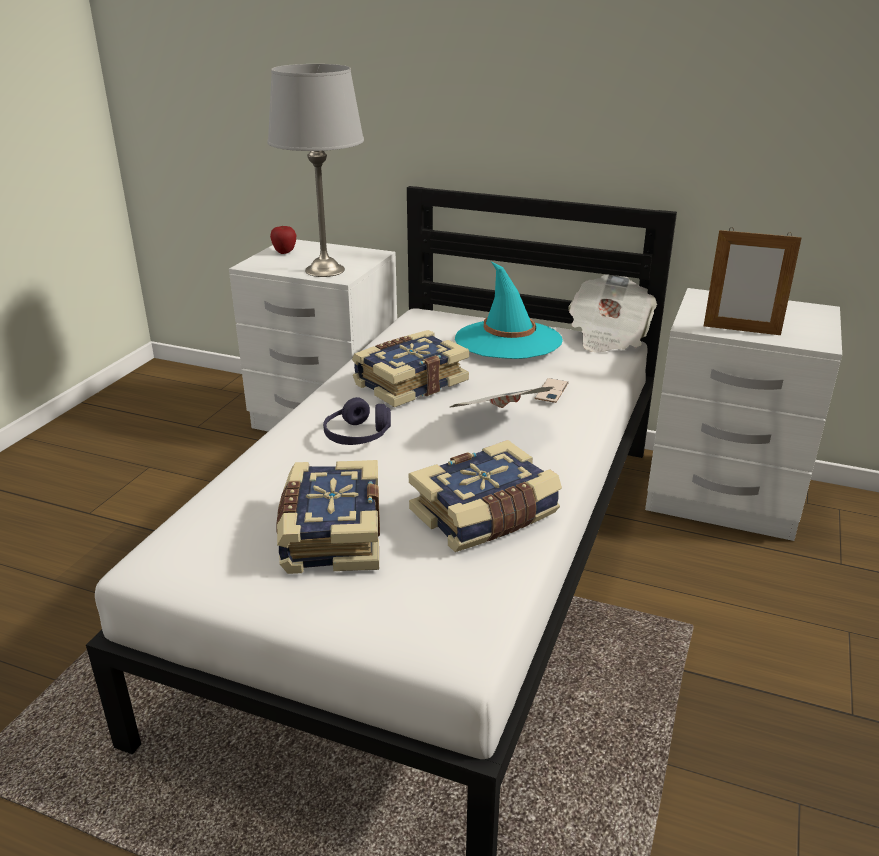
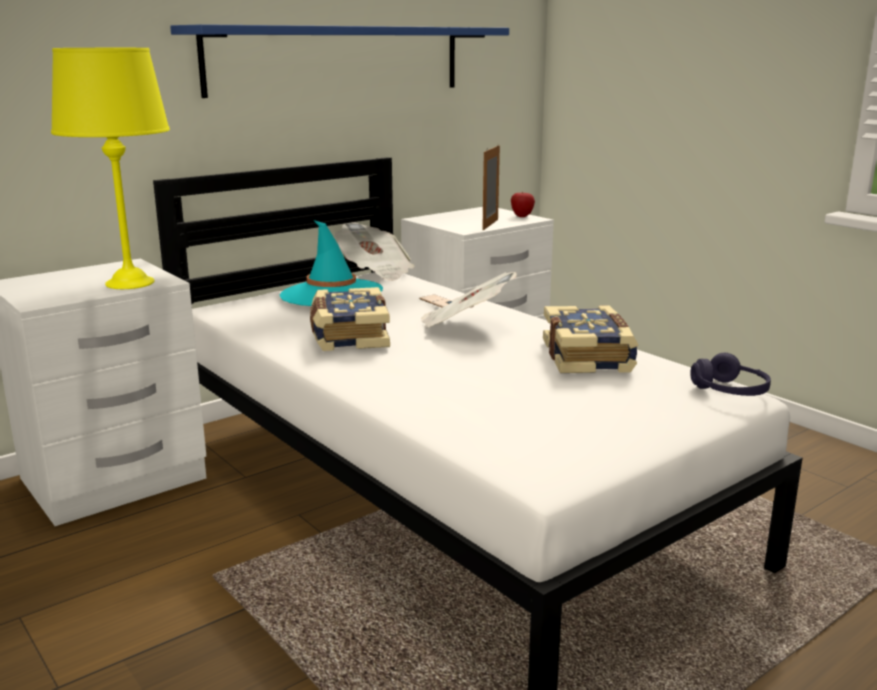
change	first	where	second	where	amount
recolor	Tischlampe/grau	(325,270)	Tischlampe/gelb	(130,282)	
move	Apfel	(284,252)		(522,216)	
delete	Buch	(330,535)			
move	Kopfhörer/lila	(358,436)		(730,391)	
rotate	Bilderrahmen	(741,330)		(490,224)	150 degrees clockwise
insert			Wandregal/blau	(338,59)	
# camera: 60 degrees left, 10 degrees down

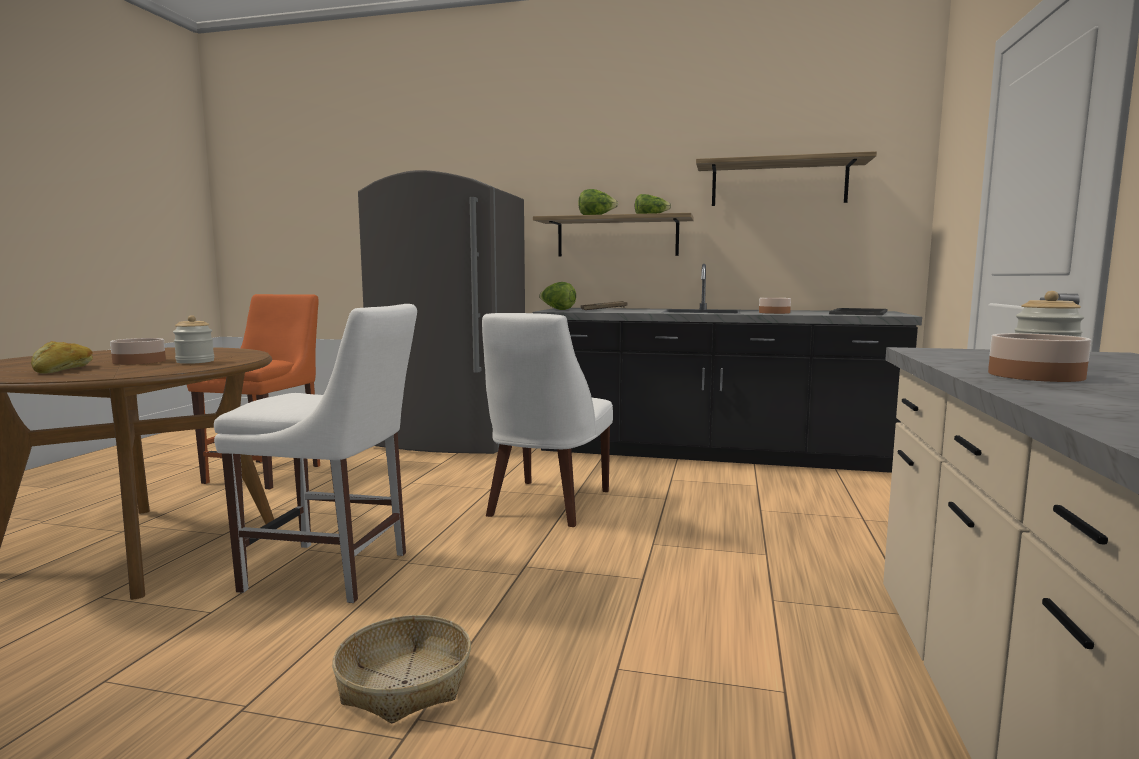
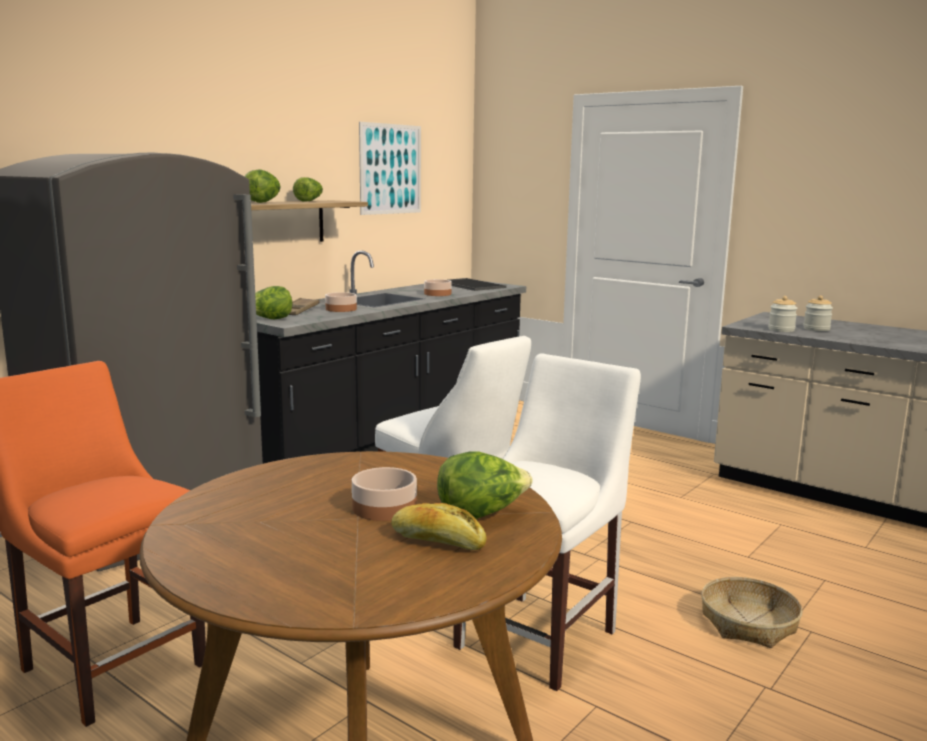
change	first	where	second	where	amount
move	Vorratsglas	(195,361)		(781,330)	
replace	Wandregal	(778,184)	Bild	(390,169)	
move	Schüssel	(1033,375)		(340,309)	
insert			Salatkopf	(481,514)	
# camera: 65 degrees left, 5 degrees up

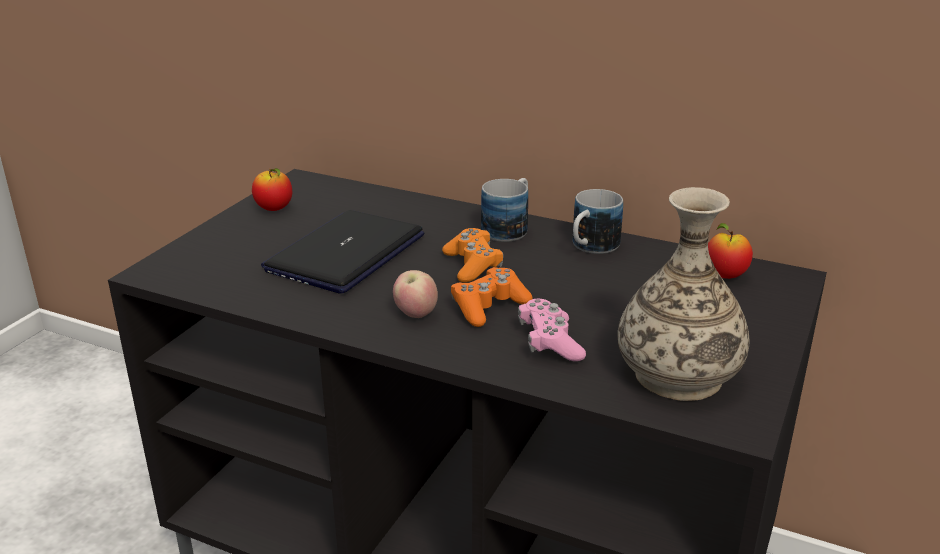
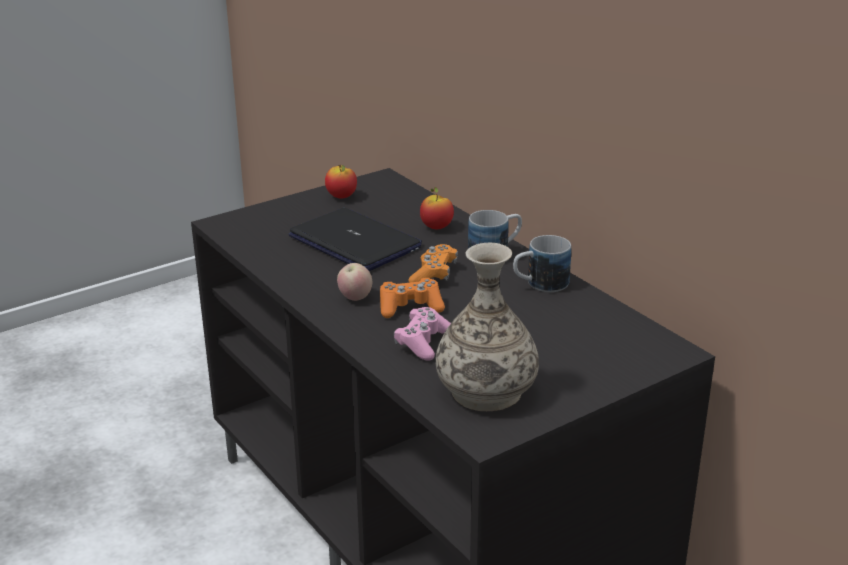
change	first	where	second	where	amount
rotate	Laptop	(346,253)		(355,242)	75 degrees clockwise
move	Apfel	(725,275)		(436,227)	
# camera: 30 degrees right, 0 degrees up

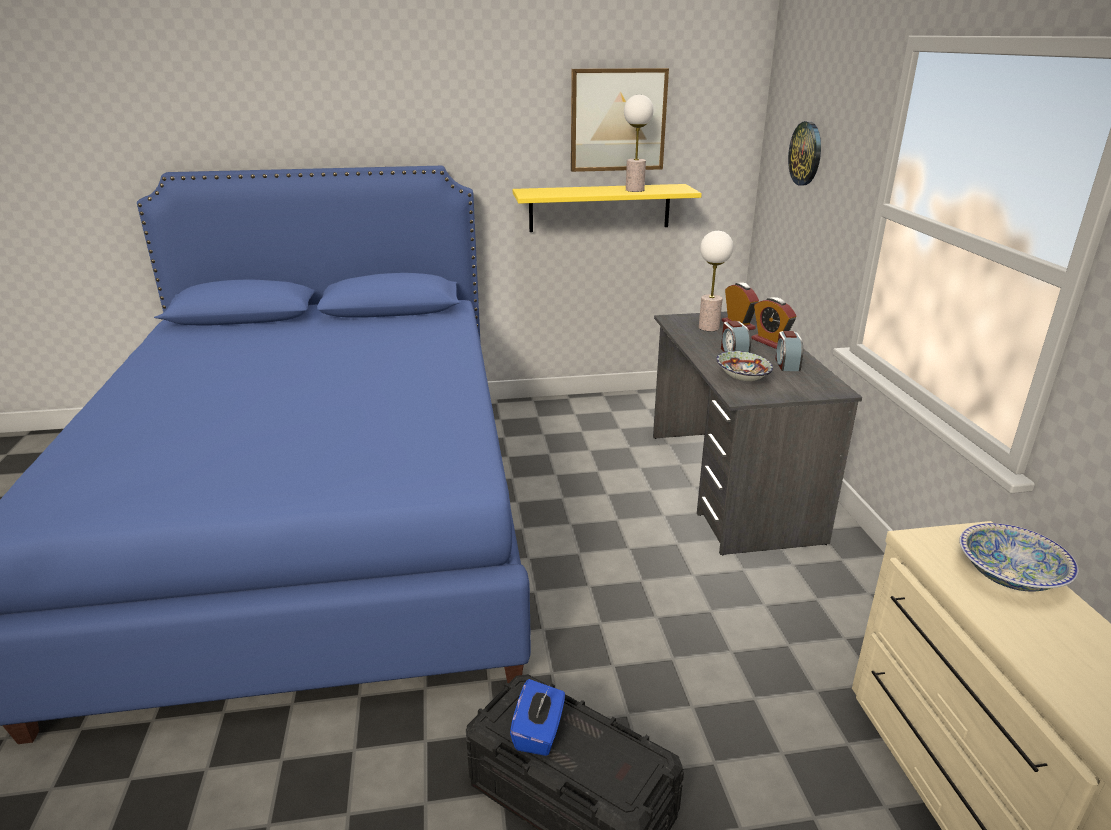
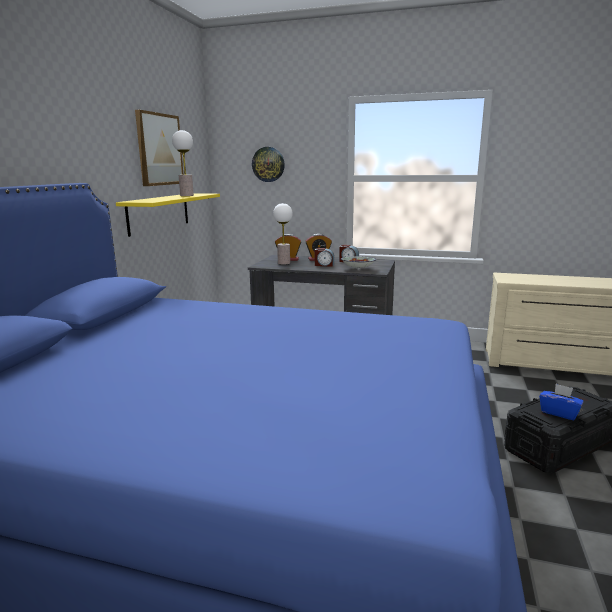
change	first	where	second	where	amount
delete	Schüssel	(1009,575)			
# camera: 65 degrees left, 10 degrees down

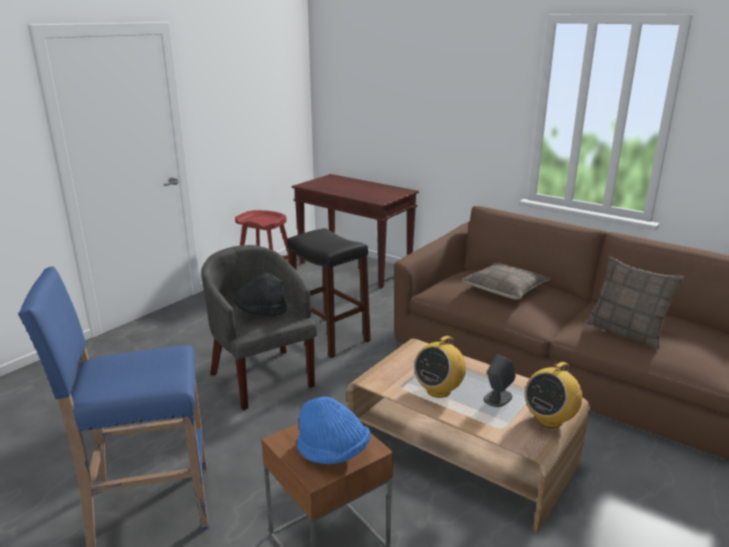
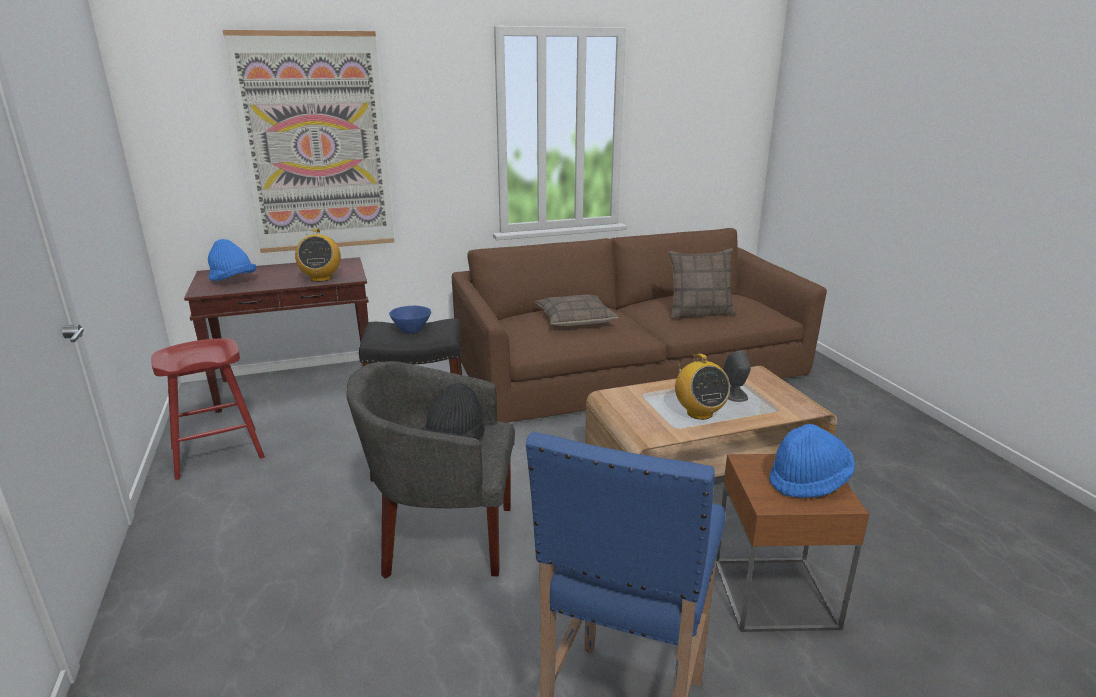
change	first	where	second	where	amount
move	Radio	(549,419)		(321,278)	
insert			Hut/blau	(233,281)	
insert			Bild	(316,145)	
insert			Schüssel/blau	(413,330)	
# camera: 55 degrees left, 0 degrees up

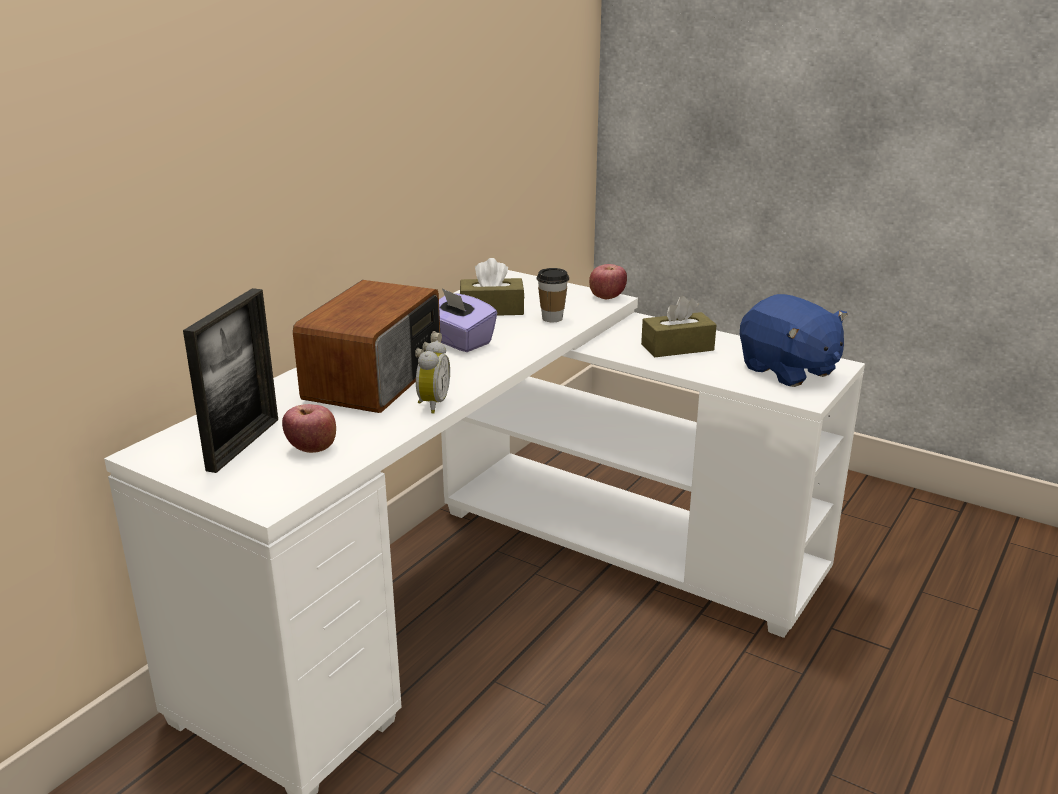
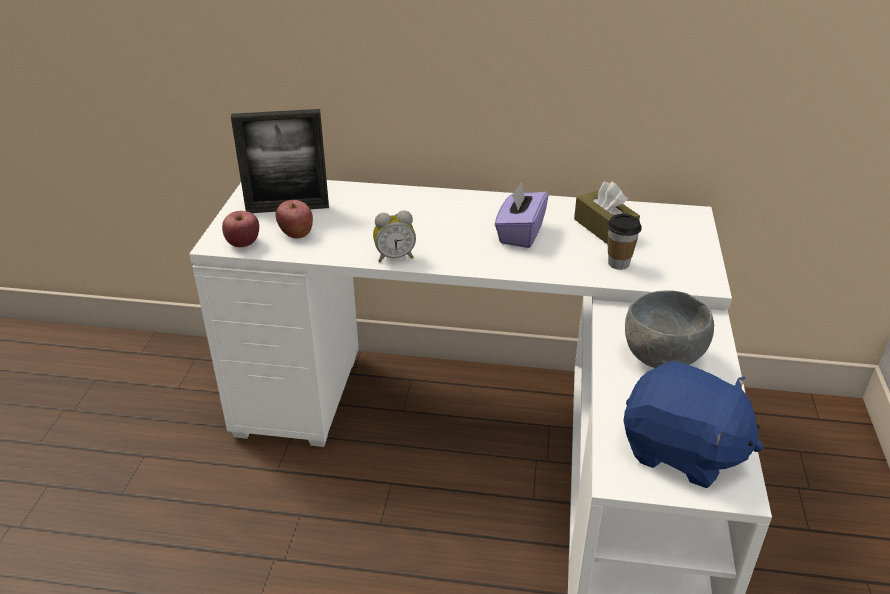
change	first	where	second	where	amount
delete	Radio	(377,379)			
move	Apfel	(607,297)		(243,243)	
replace	Taschentuchbox/braun	(677,347)	Schüssel/grau	(663,359)	
rotate	Plüschtier/blau	(788,370)		(681,451)	90 degrees counterclockwise
# camera: 65 degrees right, 10 degrees up

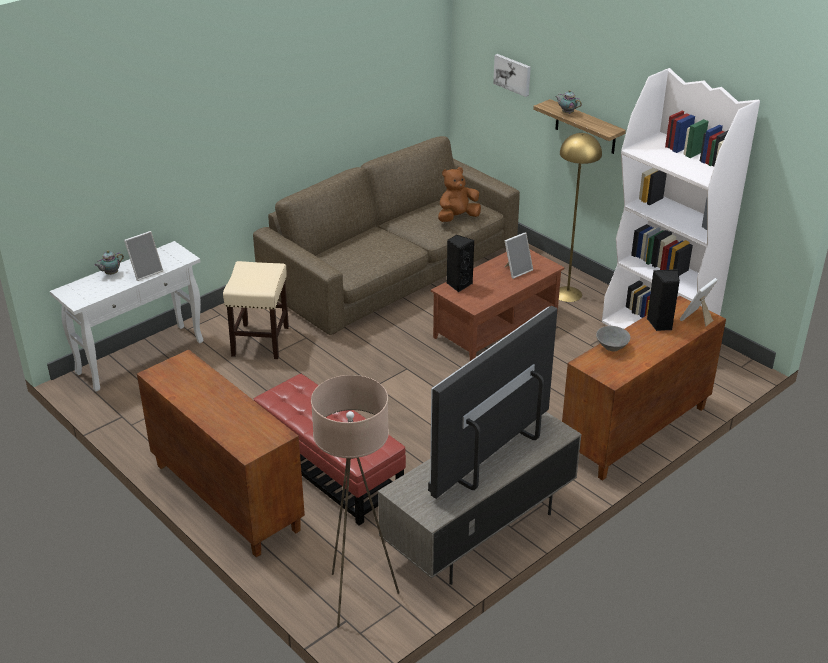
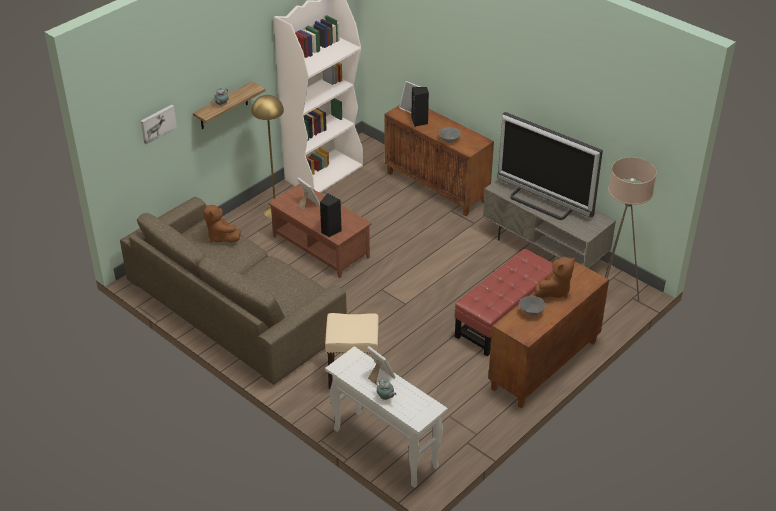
change	first	where	second	where	amount
insert			Schüssel/grau	(531,312)	
insert			Plüschtier/braun	(554,291)	
# camera: 95 degrees left, 5 degrees up

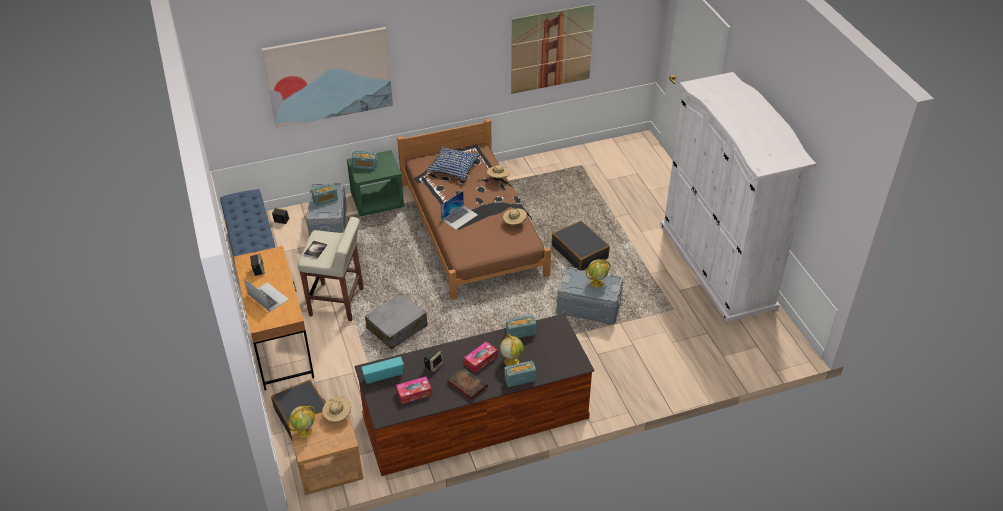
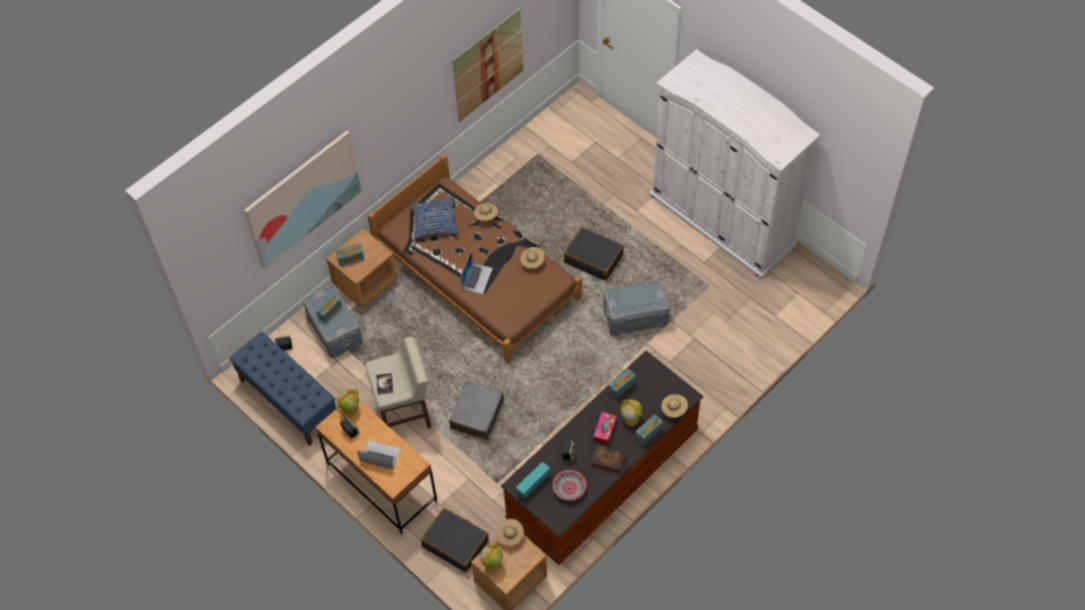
change	first	where	second	where	amount
recolor	Nachttisch/grün	(377,201)	Nachttisch/braun	(365,282)	
replace	Taschentuchbox	(414,393)	Schüssel	(569,488)	
move	Globus	(597,282)		(350,409)	
insert			Hut/beige	(674,410)	
# camera: 25 degrees left, 15 degrees up

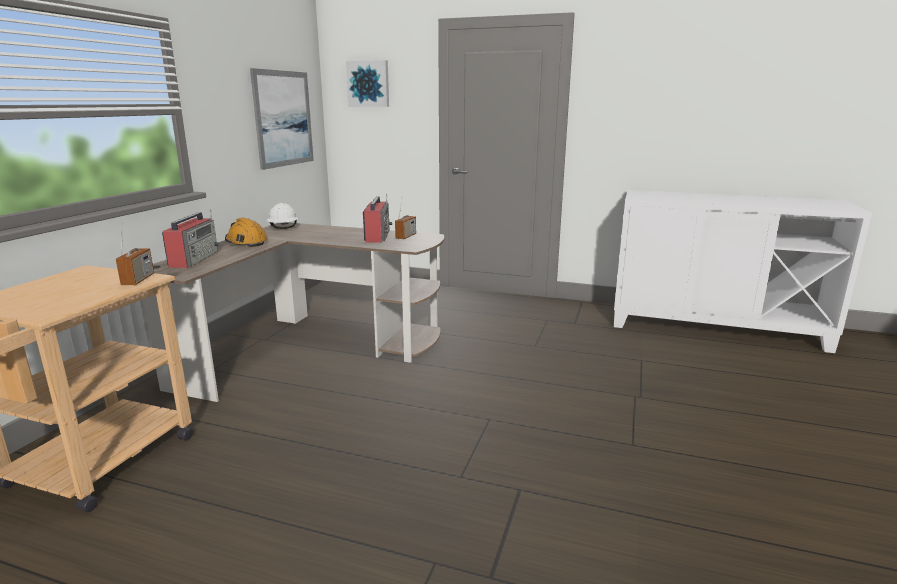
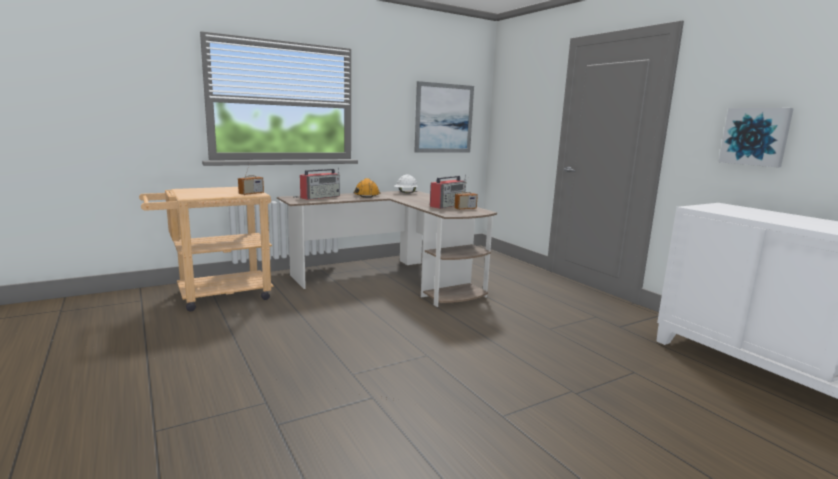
change	first	where	second	where	amount
move	Bild	(368,84)		(755,136)	
# camera: 40 degrees right, 5 degrees down

